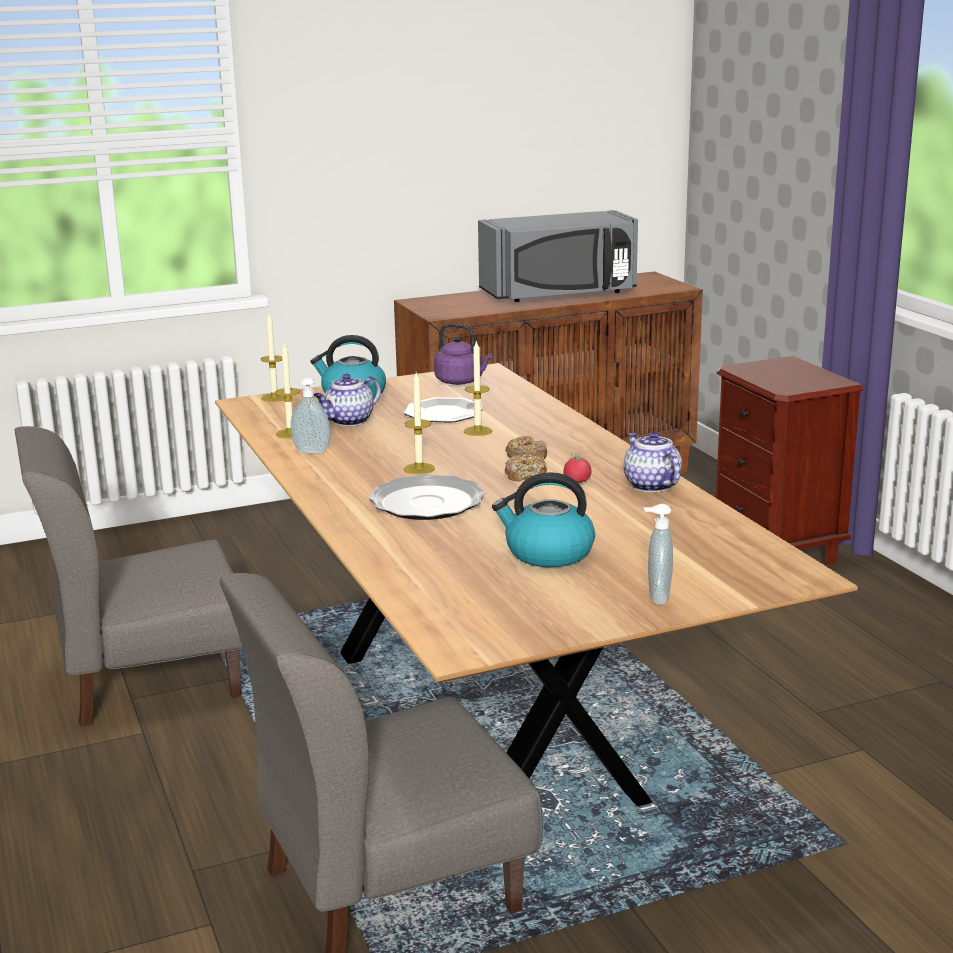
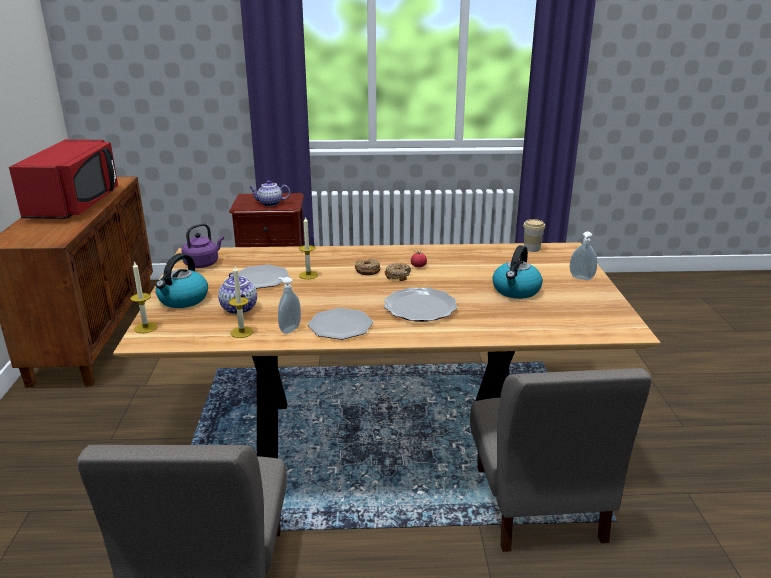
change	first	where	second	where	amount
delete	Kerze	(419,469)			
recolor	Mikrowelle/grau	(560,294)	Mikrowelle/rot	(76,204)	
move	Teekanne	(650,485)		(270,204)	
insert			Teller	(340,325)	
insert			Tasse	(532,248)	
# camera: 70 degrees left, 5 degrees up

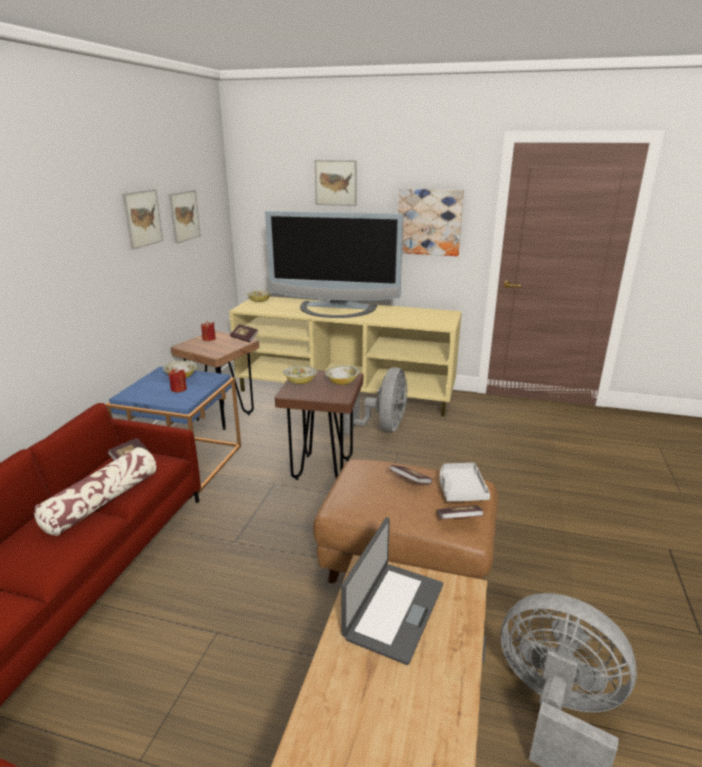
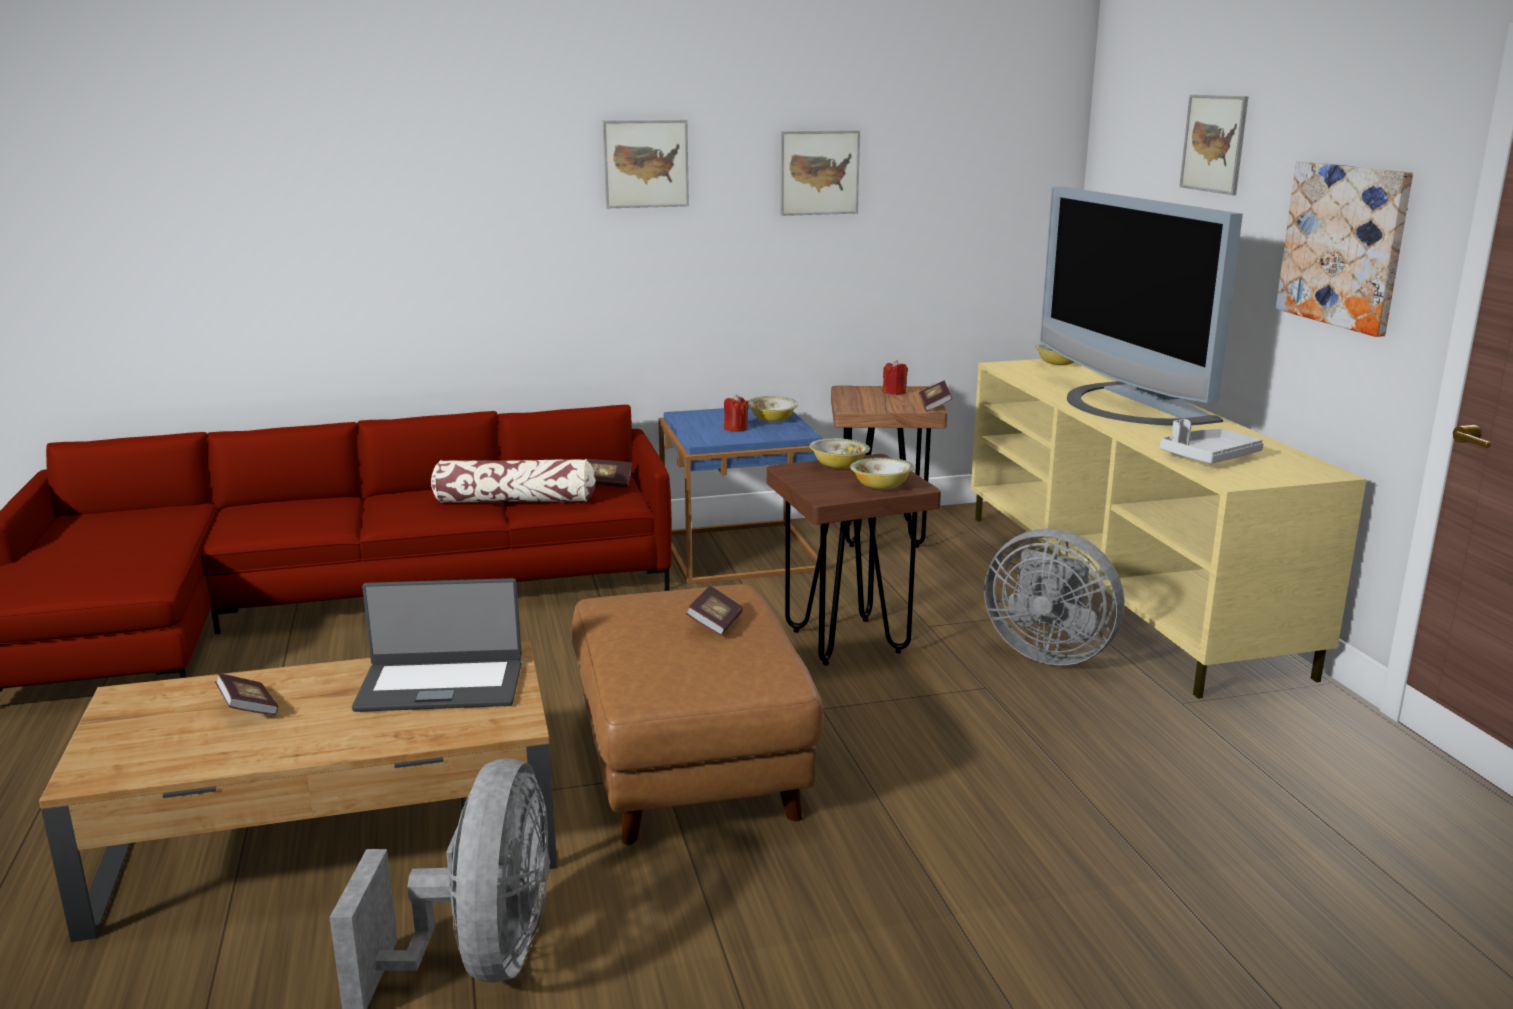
change	first	where	second	where	amount
move	Bild	(184,216)		(646,164)	
rotate	Ventilator/grau	(383,428)		(1048,652)	45 degrees clockwise
move	Buch	(459,520)		(248,709)	
move	Tablett/grau	(460,489)		(1209,457)	
# camera: 60 degrees right, 5 degrees down

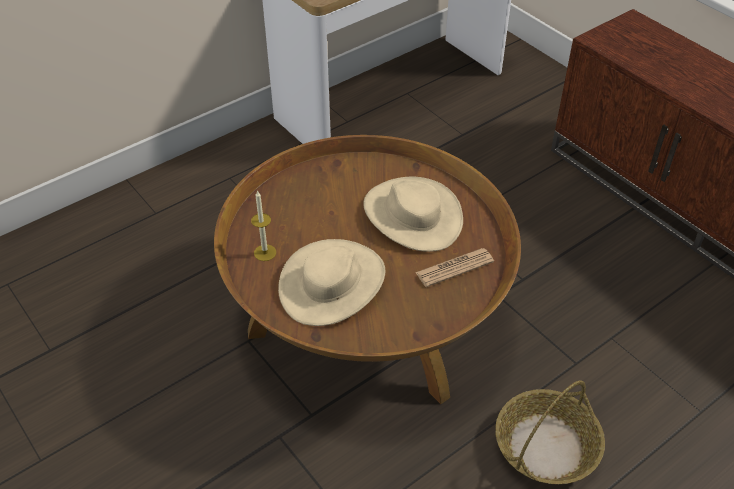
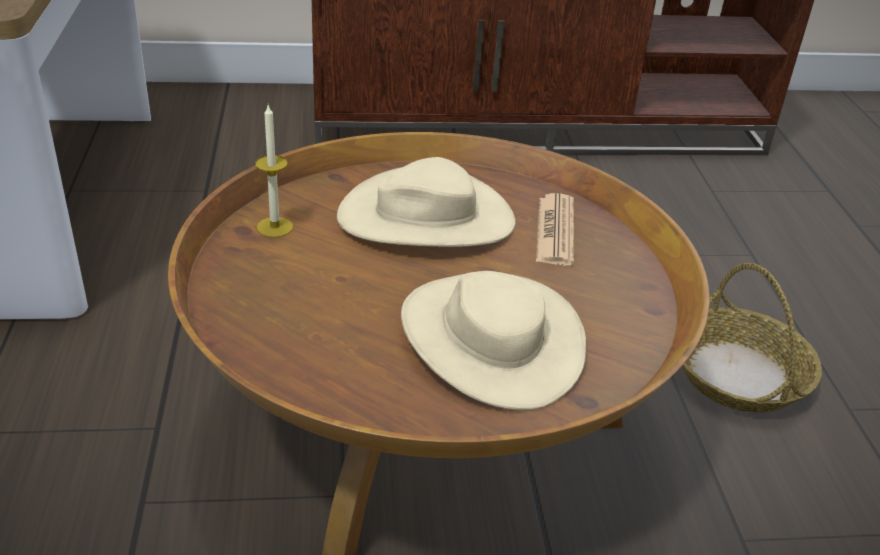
change	first	where	second	where	amount
move	Kerze	(265,252)		(275,227)	
# camera: 60 degrees left, 10 degrees down

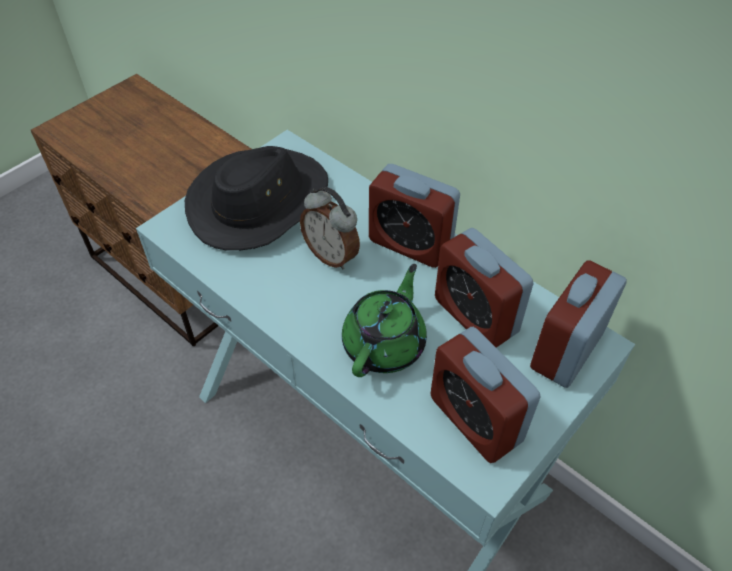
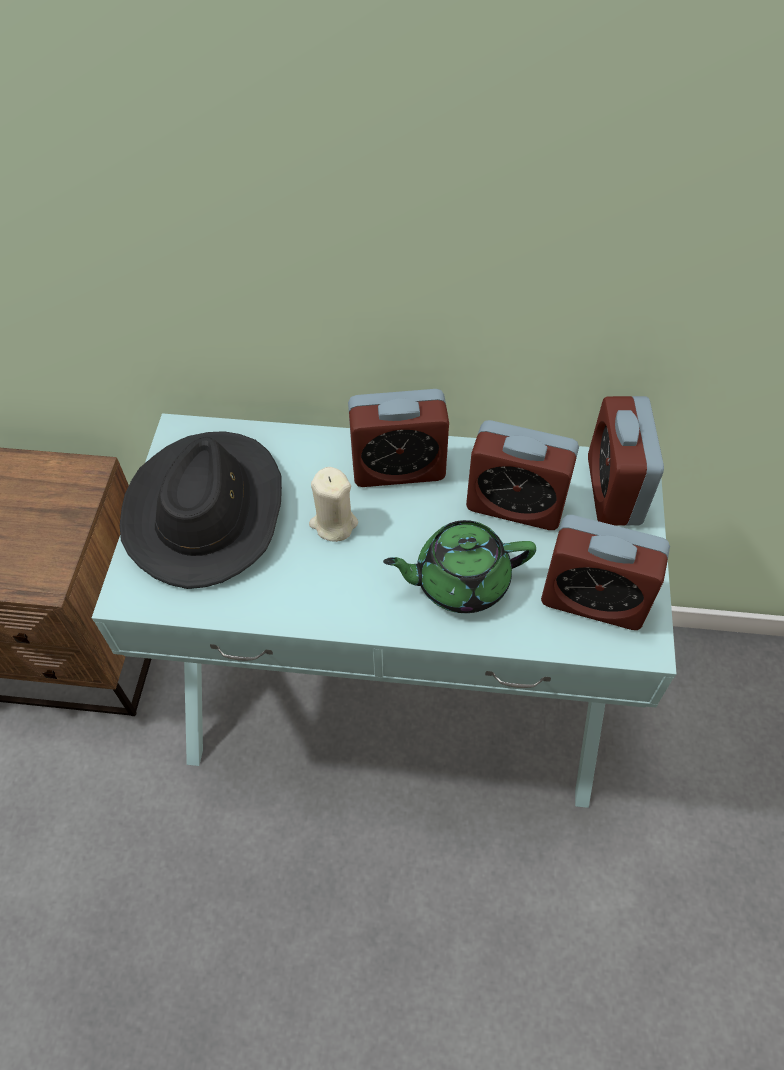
change	first	where	second	where	amount
replace	Wecker	(332,255)	Kerze/beige	(333,523)	
rotate	Teekanne/grün	(385,344)		(460,580)	90 degrees counterclockwise
# camera: 35 degrees left, 5 degrees up

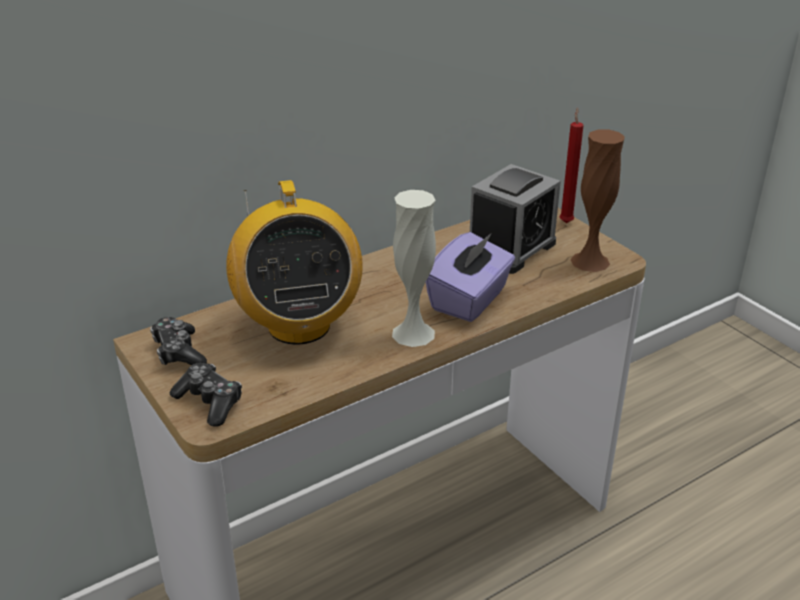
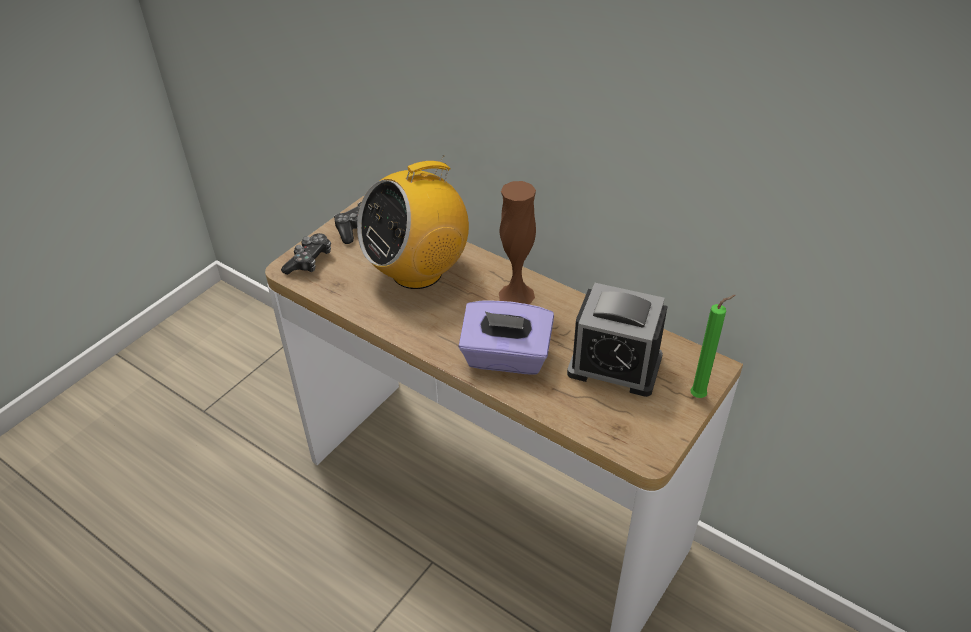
change	first	where	second	where	amount
delete	Vase/weiß	(413,333)			
recolor	Kerze/rot	(566,221)	Kerze/grün	(700,396)	
move	Vase/braun	(590,261)		(516,295)	
# camera: 70 degrees right, 10 degrees up

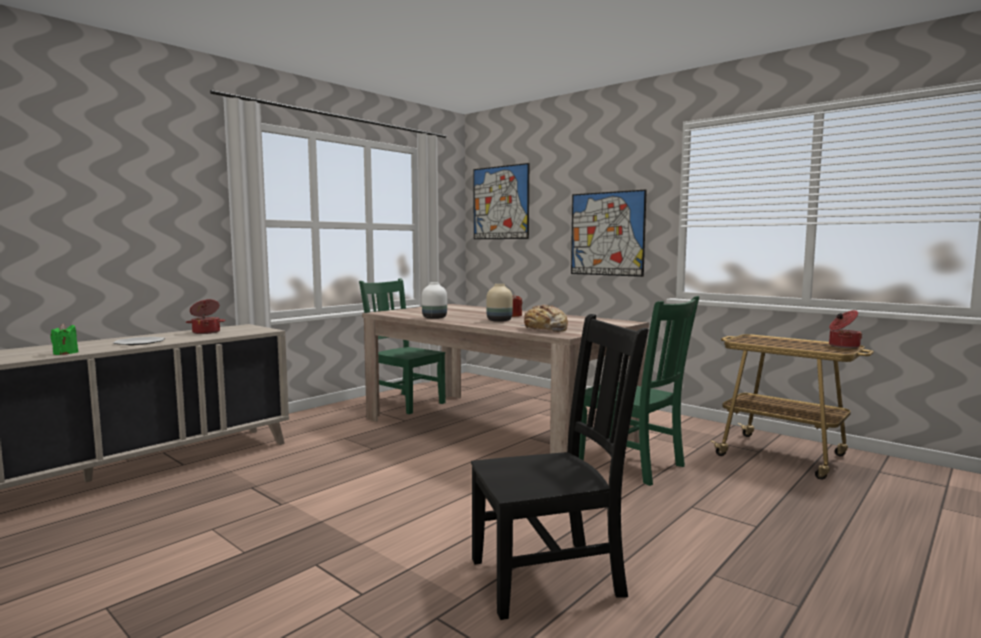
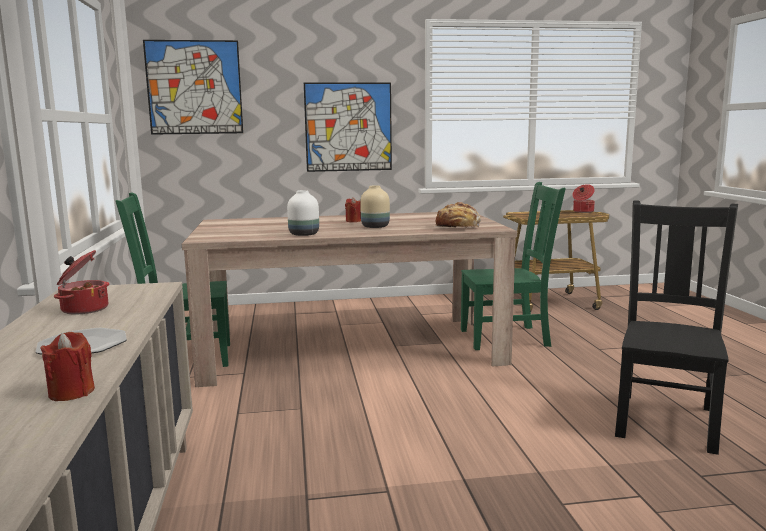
change	first	where	second	where	amount
recolor	Kerze/grün	(65,353)	Kerze/rot	(71,392)	
# camera: 50 degrees left, 5 degrees up

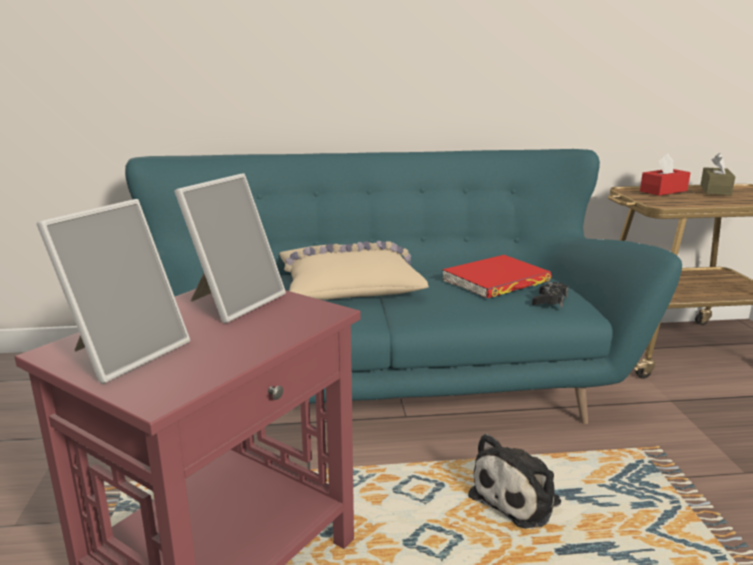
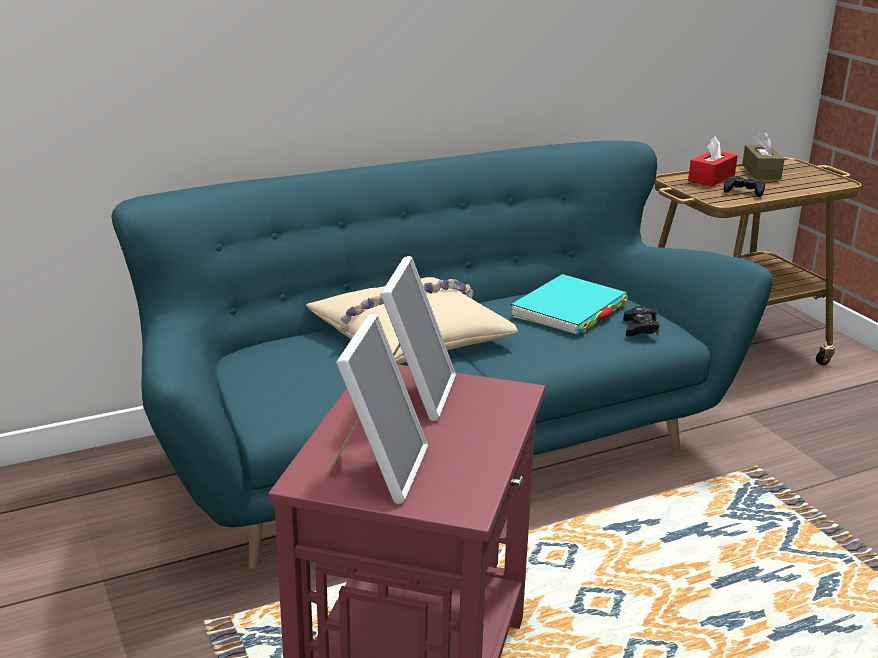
change	first	where	second	where	amount
recolor	Buch/rot	(496,281)	Buch/türkis	(569,310)	
delete	Plüschtier	(519,497)			
insert			Gamepad/schwarz	(744,191)	
# camera: 20 degrees left, 5 degrees up

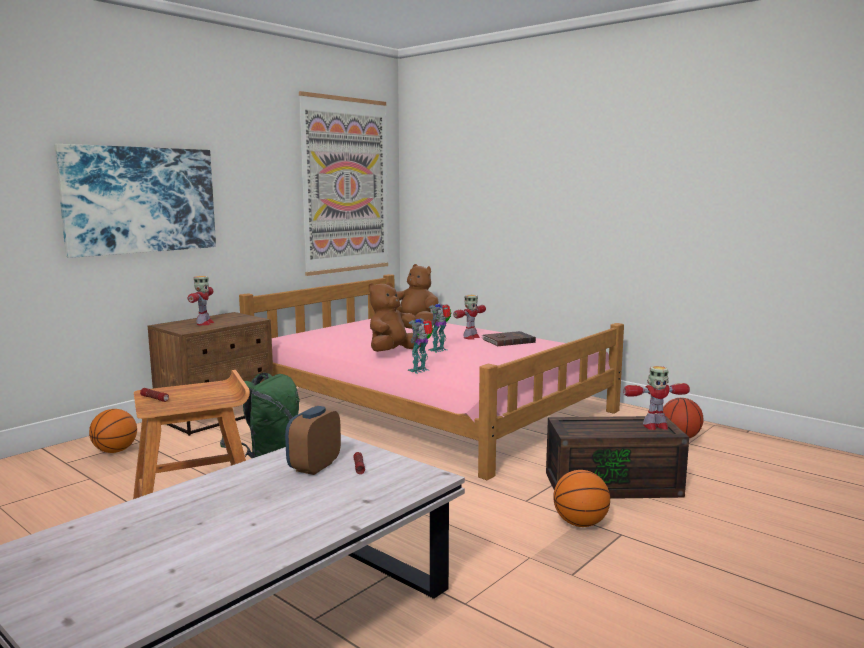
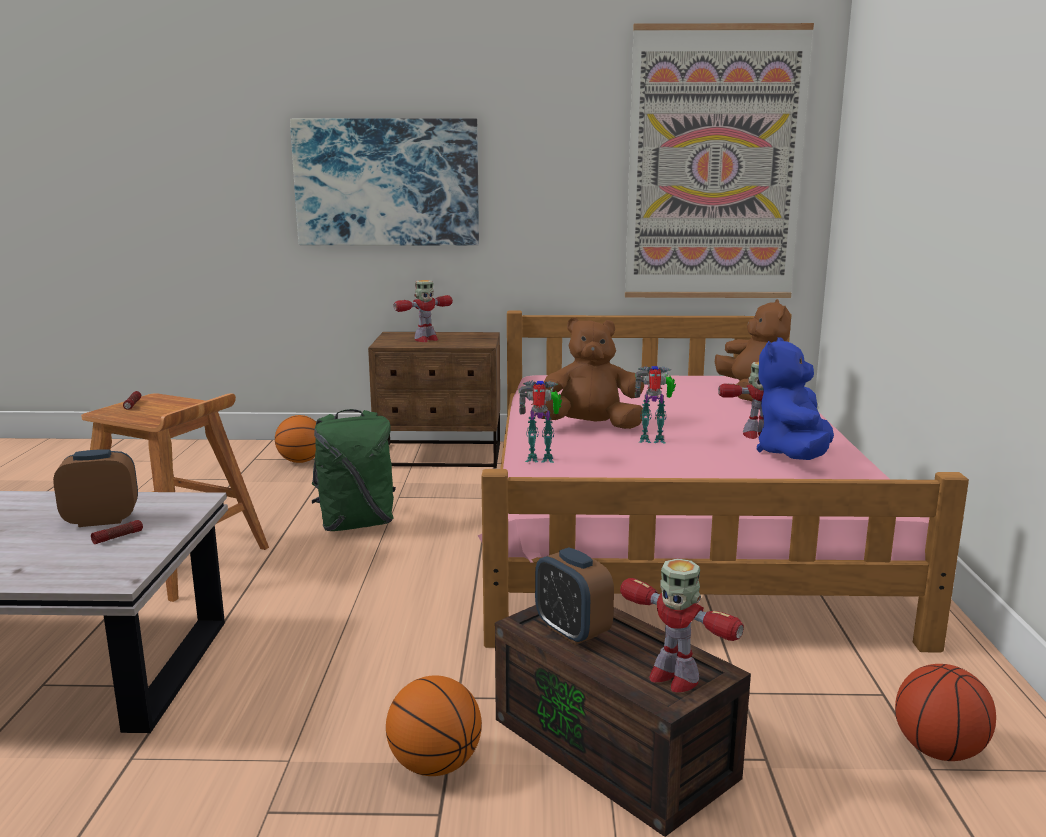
change	first	where	second	where	amount
replace	Buch/braun	(508,341)	Plüschtier/blau	(794,455)	
insert			Wecker	(572,631)	
# camera: 50 degrees right, 5 degrees up

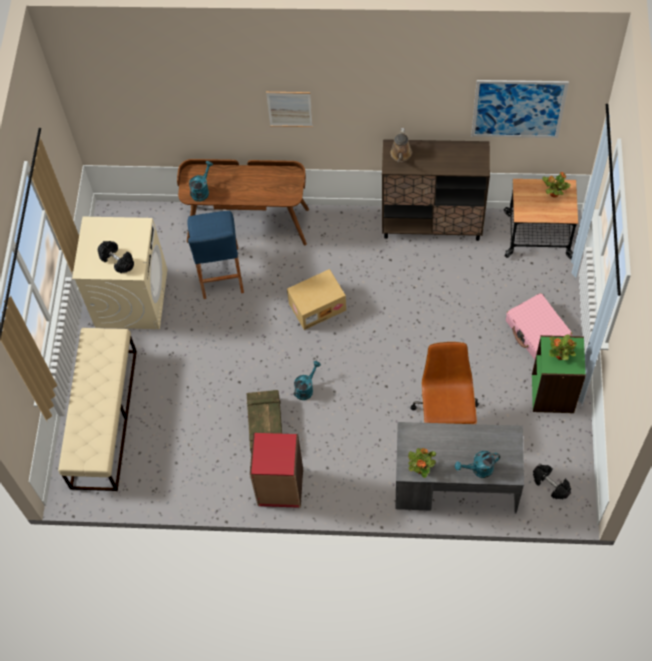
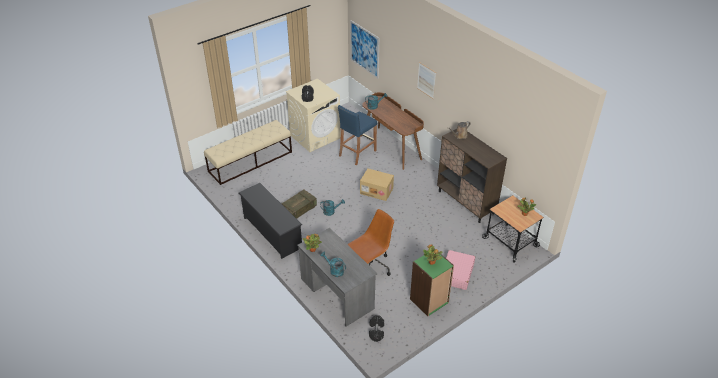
change	first	where	second	where	amount
replace	Bücherregal/rot	(280,487)	Schuhregal/schwarz	(272,233)	
move	Bild	(518,109)		(364,49)	
# camera: 45 degrees right, 20 degrees down

